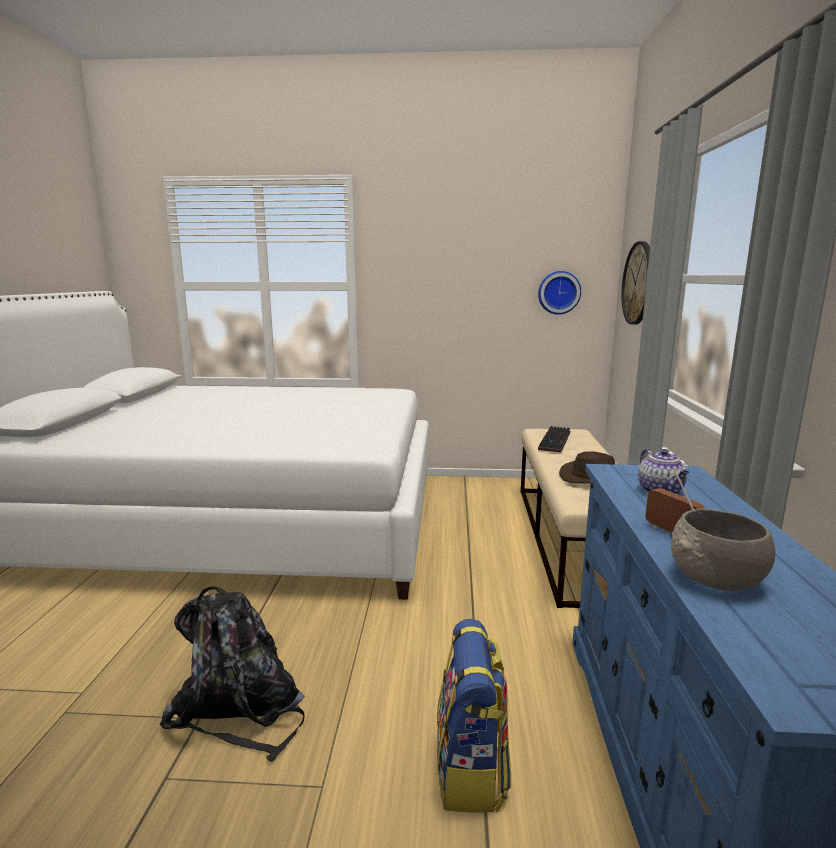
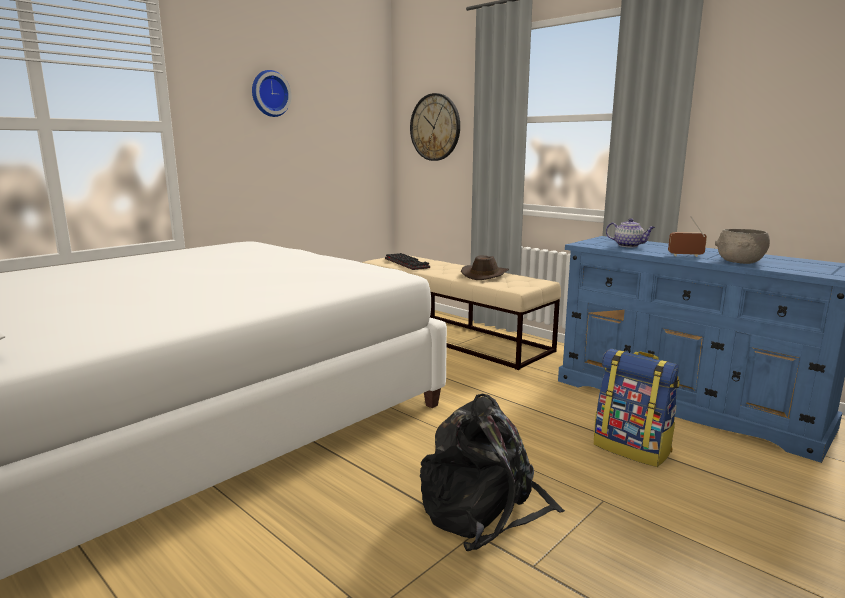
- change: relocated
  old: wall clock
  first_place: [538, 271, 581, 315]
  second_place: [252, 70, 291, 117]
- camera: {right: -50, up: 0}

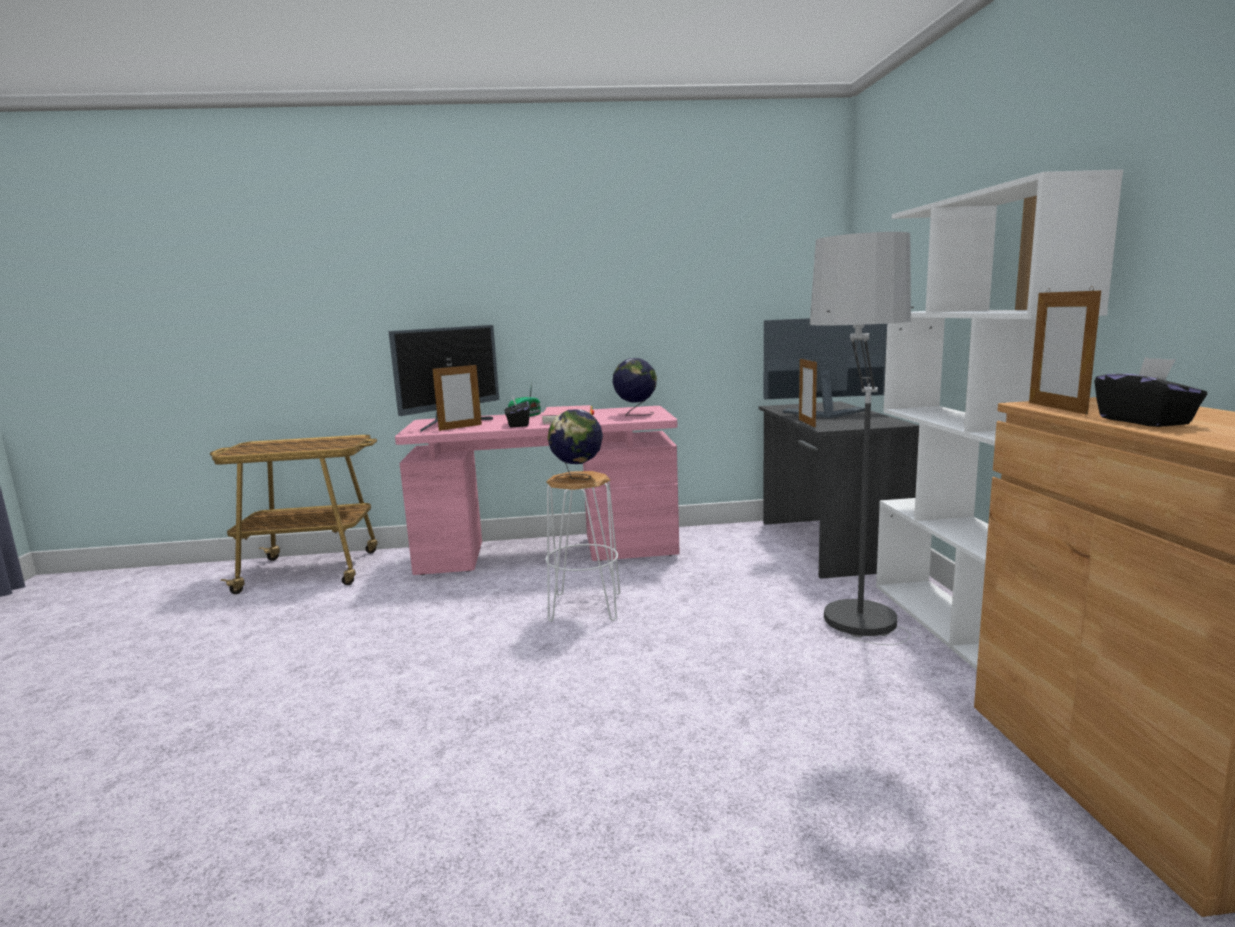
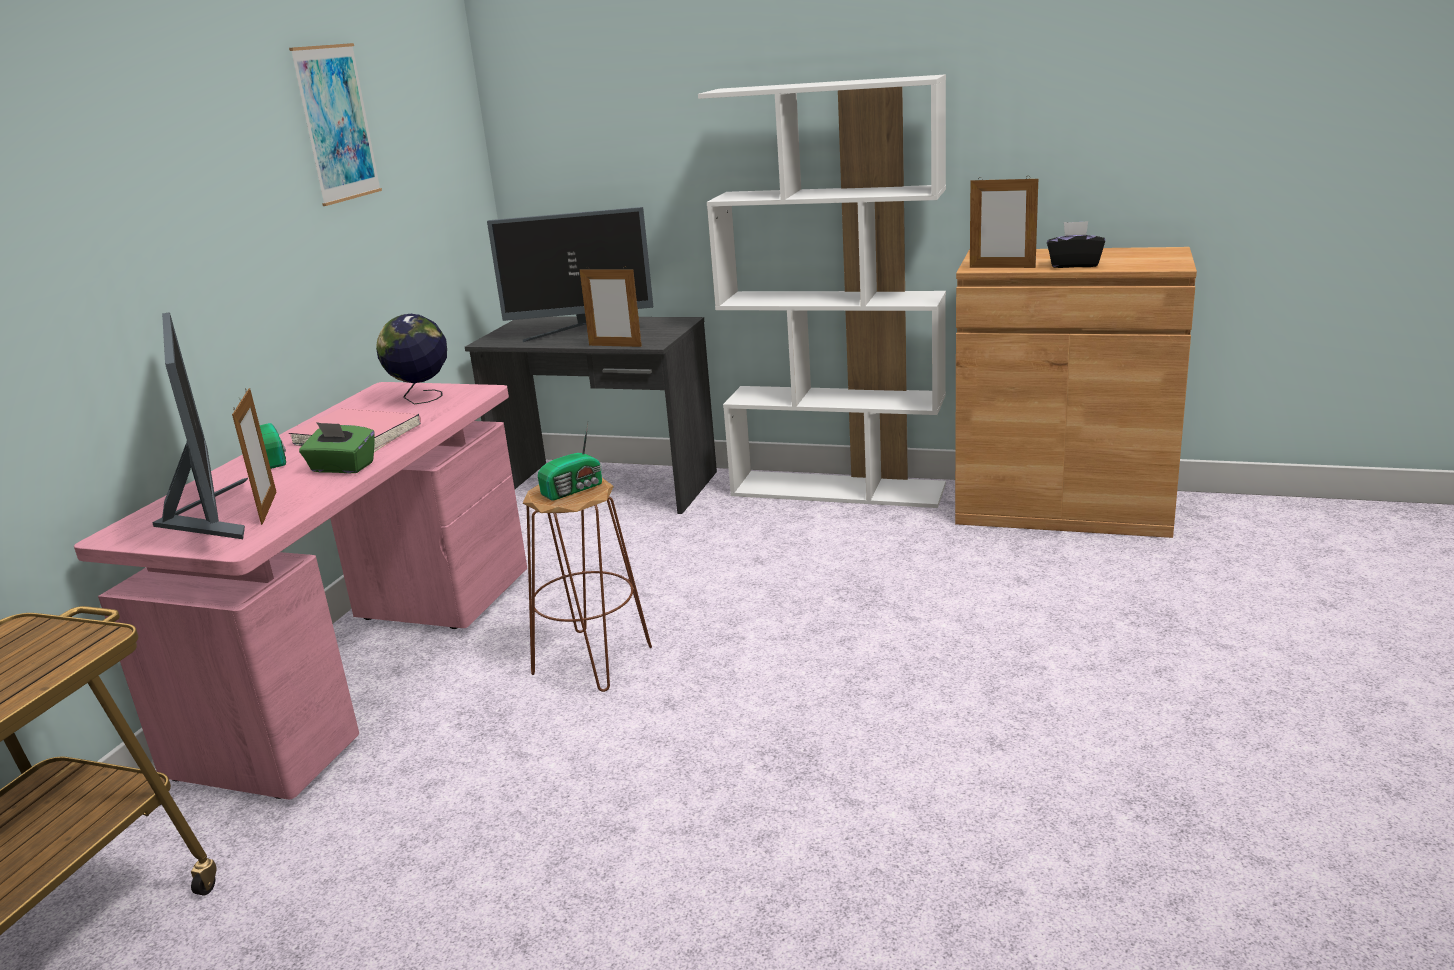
- change: appeared
  new: wall art
  second_place: [289, 43, 382, 206]
- change: colour
  old: black tissue holder
  new: green-coloured tissue holder
  first_place: [504, 396, 530, 427]
  second_place: [299, 422, 375, 473]
- change: spun
  old: computer screen
  first_place: [764, 318, 887, 418]
  second_place: [487, 207, 653, 342]
  degrees: -120
- change: colour
  old: white-coloured sitting stool
  new: brown-coloured sitting stool
  first_place: [545, 471, 620, 622]
  second_place: [523, 478, 652, 692]
- change: exchanged
  old: world globe
  new: radio
  first_place: [547, 409, 603, 480]
  second_place: [538, 423, 602, 501]
- change: missing
  old: standard lamp
  first_place: [810, 232, 914, 645]
- camera: {right: -65, up: 10}

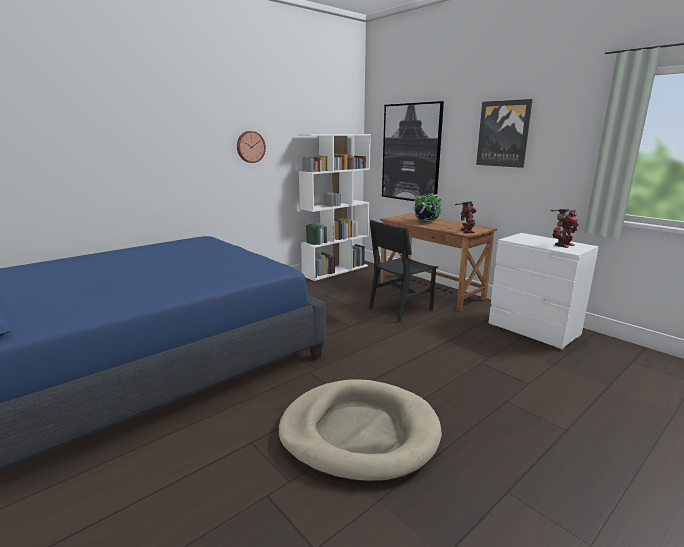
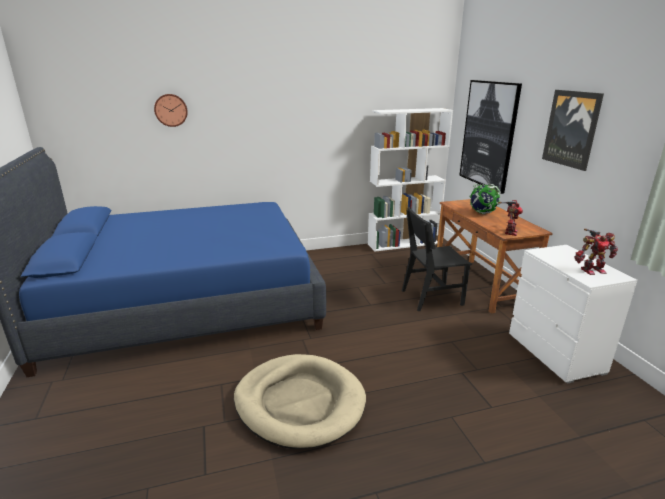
- change: relocated
  old: wall clock
  first_place: [237, 131, 266, 163]
  second_place: [154, 94, 188, 127]
- camera: {right: 25, up: 5}

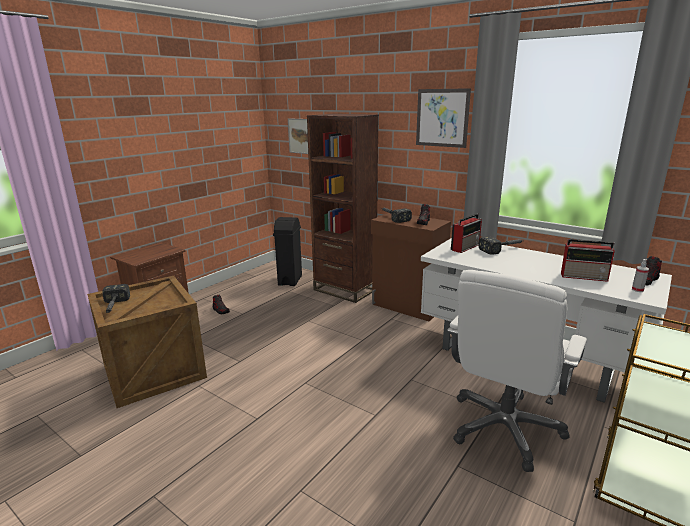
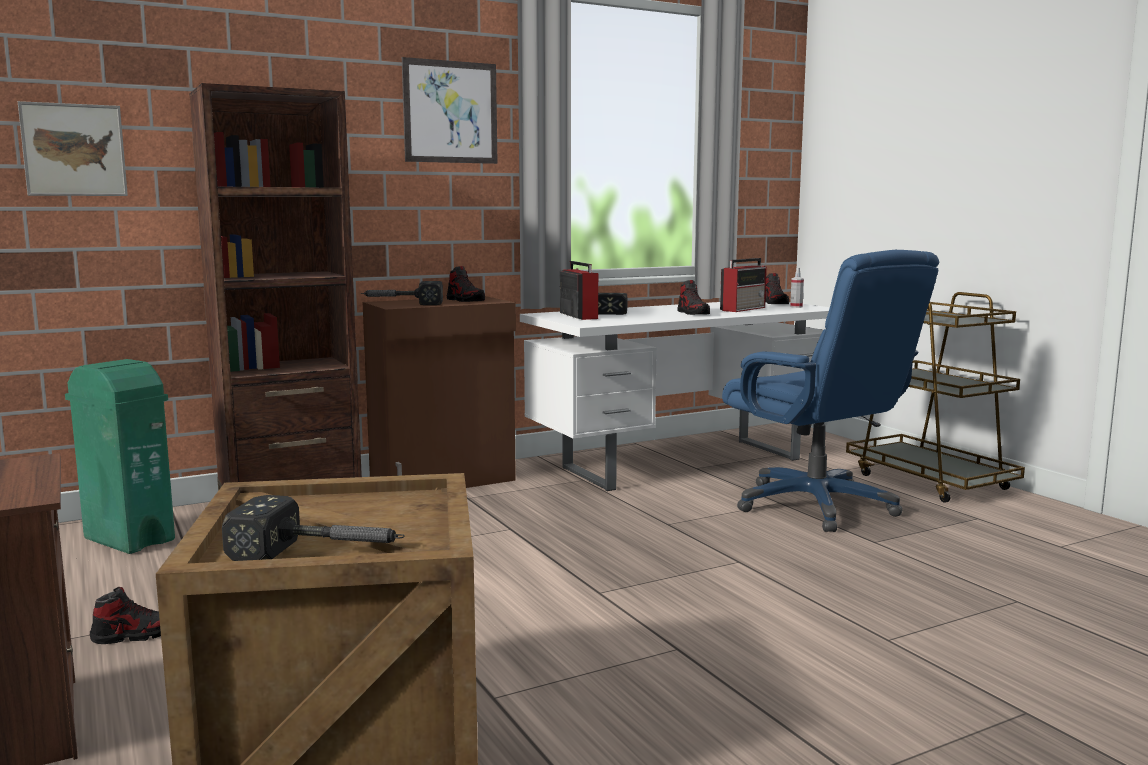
- change: colour
  old: black trash can
  new: green-coloured trash can
  first_place: [273, 217, 302, 286]
  second_place: [65, 359, 175, 554]
- change: appeared
  new: low shoe
  second_place: [677, 280, 710, 315]
- change: colour
  old: white-coloured desk chair
  new: blue desk chair
  first_place: [447, 270, 587, 472]
  second_place: [722, 250, 939, 532]
- camera: {right: -65, up: -10}

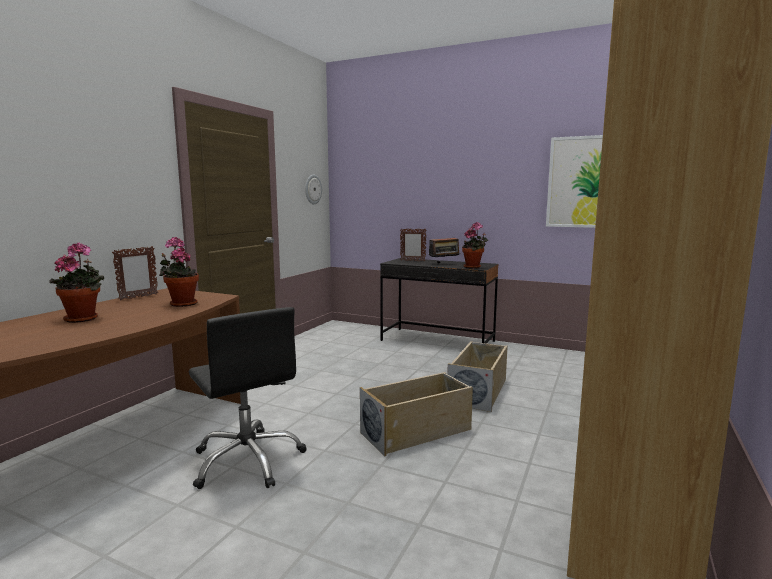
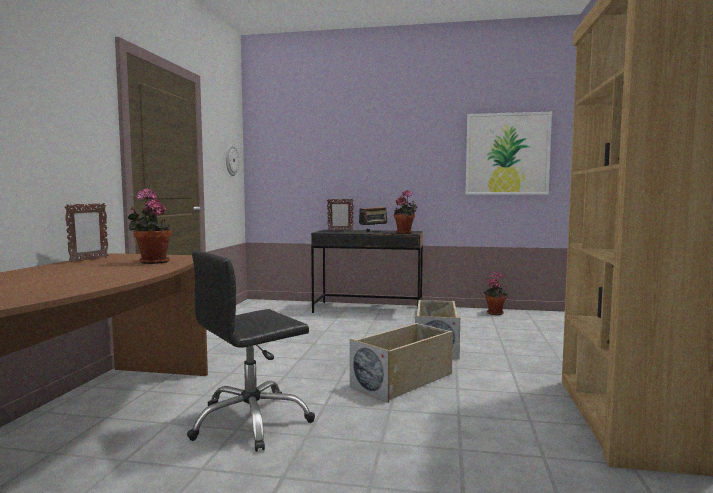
- change: spun
  old: black desk chair
  first_place: [189, 307, 307, 489]
  second_place: [187, 251, 315, 452]
  degrees: 105
- change: relocated
  old: plant in a pot
  first_place: [49, 242, 104, 323]
  second_place: [484, 271, 509, 315]
- camera: {right: -15, up: -5}

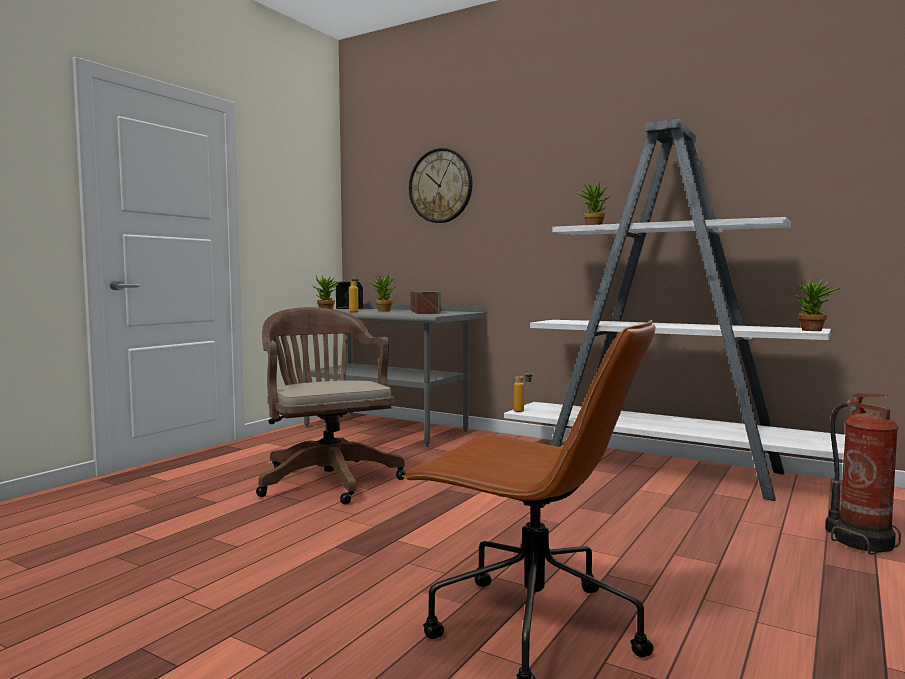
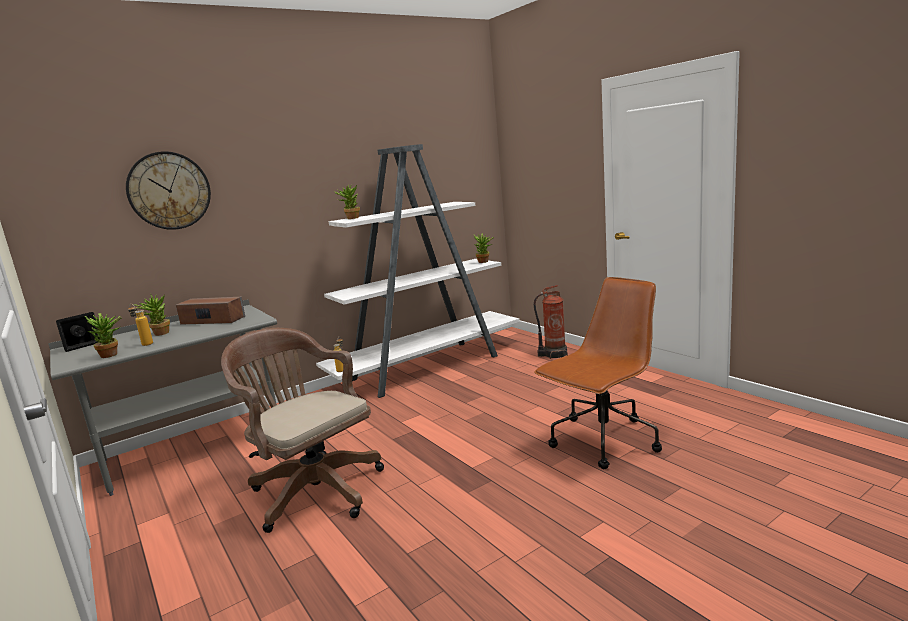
- change: spun
  old: brown-coloured desk chair
  first_place: [256, 307, 406, 505]
  second_place: [221, 328, 384, 533]
  degrees: 45
- camera: {right: -65, up: 10}

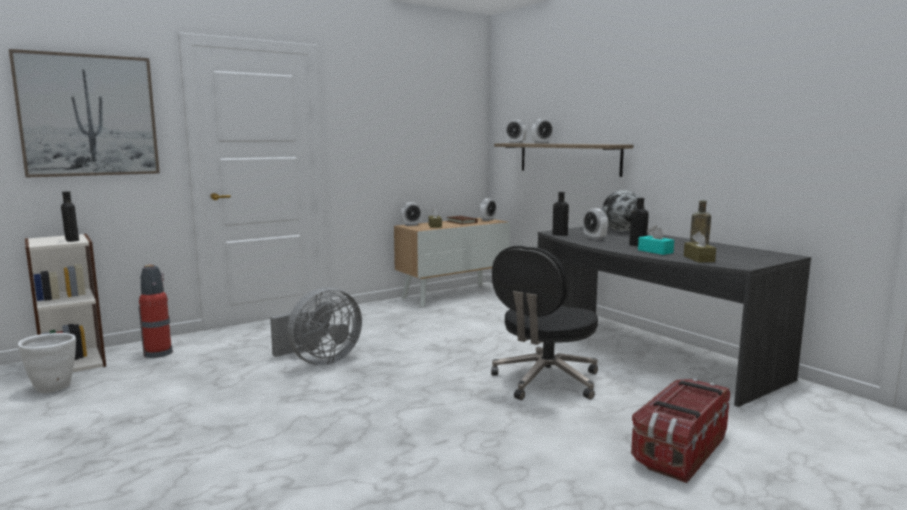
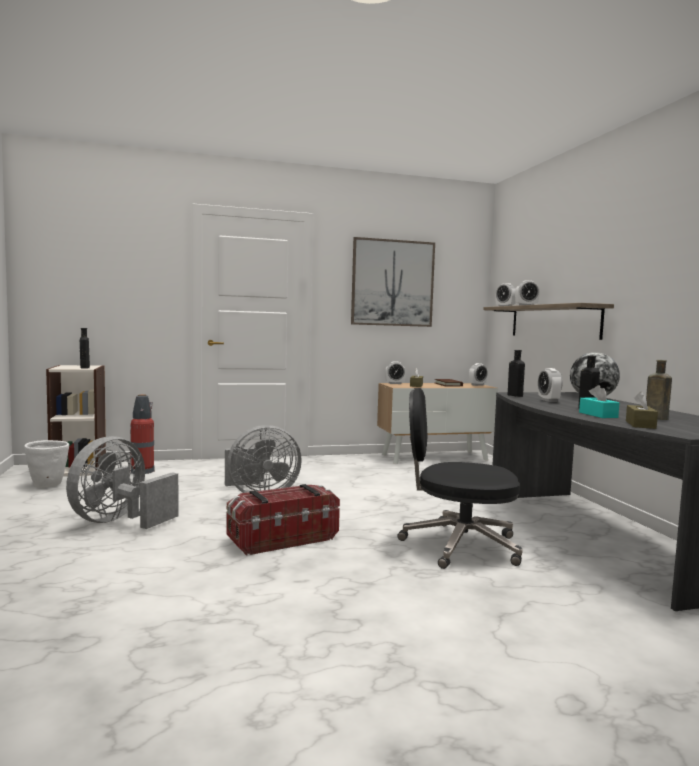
- change: appeared
  new: gray electric fan
  second_place: [66, 436, 178, 529]
- change: relocated
  old: storage box
  first_place: [631, 378, 730, 483]
  second_place: [226, 484, 340, 556]
- change: relocated
  old: wall art
  first_place: [9, 49, 160, 178]
  second_place: [351, 237, 435, 327]
- change: spun
  old: black desk chair
  first_place: [491, 246, 598, 400]
  second_place: [397, 388, 523, 569]
  degrees: 45
- camera: {right: 20, up: -5}

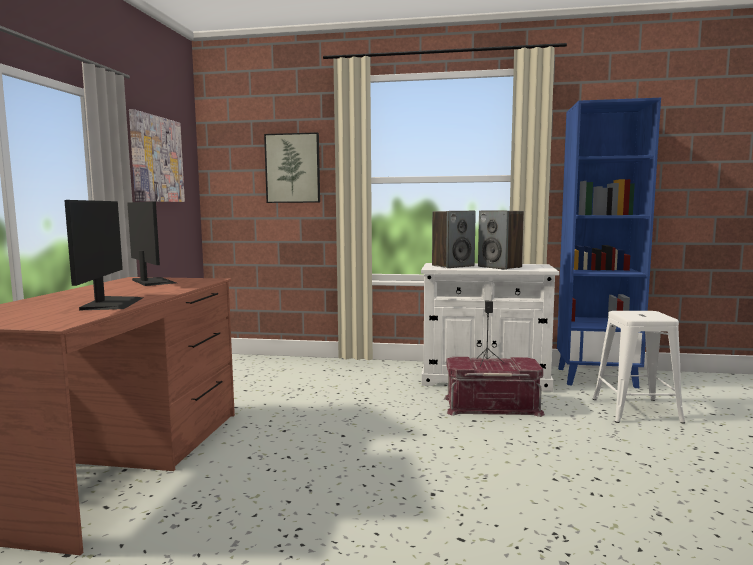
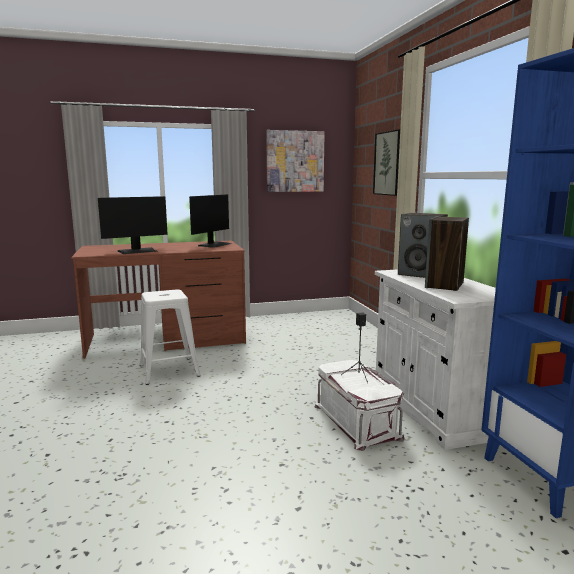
- change: relocated
  old: white-coloured sitting stool
  first_place: [592, 311, 685, 424]
  second_place: [140, 289, 200, 385]
- change: colour
  old: red storage box
  new: white-coloured storage box
  first_place: [444, 357, 545, 417]
  second_place: [314, 360, 405, 451]
- camera: {right: 65, up: 5}

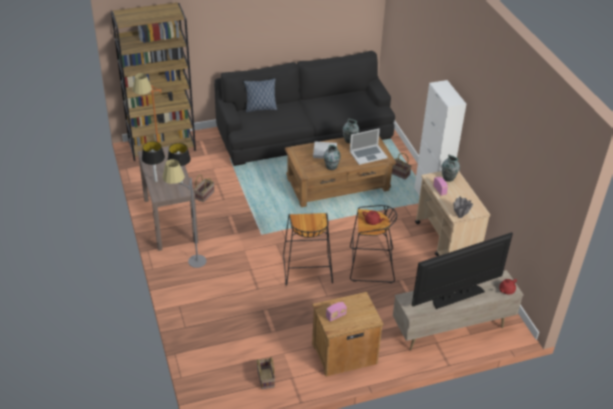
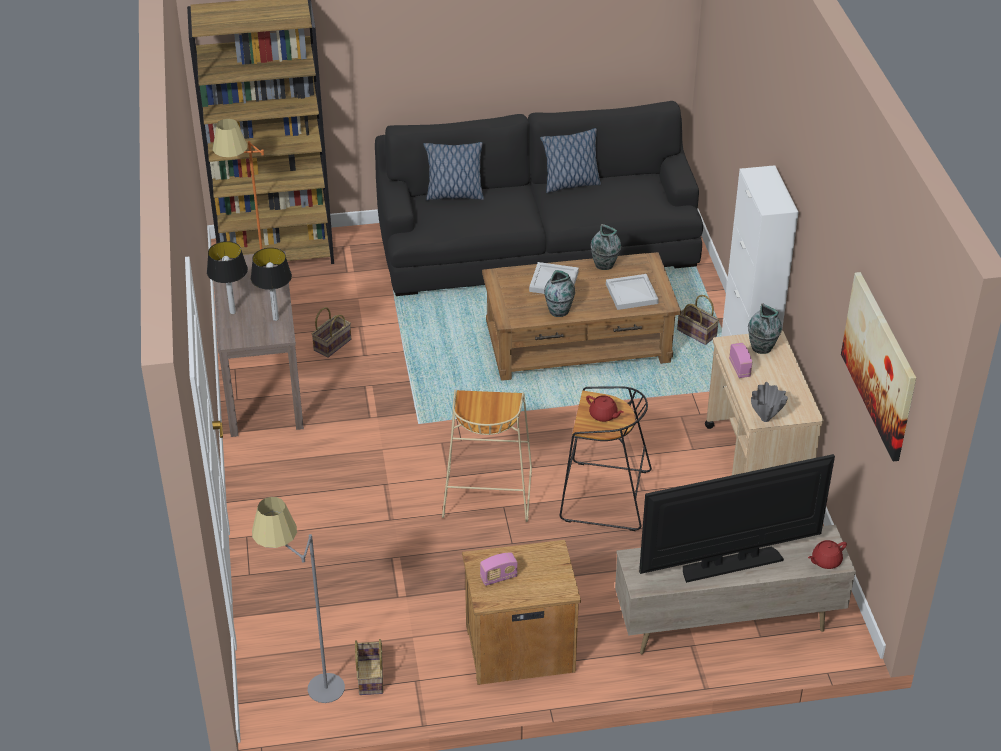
- change: relocated
  old: gray standard lamp
  first_place: [162, 159, 207, 268]
  second_place: [252, 497, 345, 703]
- change: colour
  old: black sitting stool
  new: beige-coloured sitting stool
  first_place: [283, 213, 333, 285]
  second_place: [442, 389, 532, 522]
- change: appeared
  new: cushion
  second_place: [540, 128, 601, 193]
- change: exchanged
  old: laptop
  new: white-coloured serving tray
  first_place: [350, 128, 388, 165]
  second_place: [606, 274, 659, 310]
- change: appeared
  new: wall art
  second_place: [841, 272, 916, 461]
- camera: {right: 10, up: 0}

